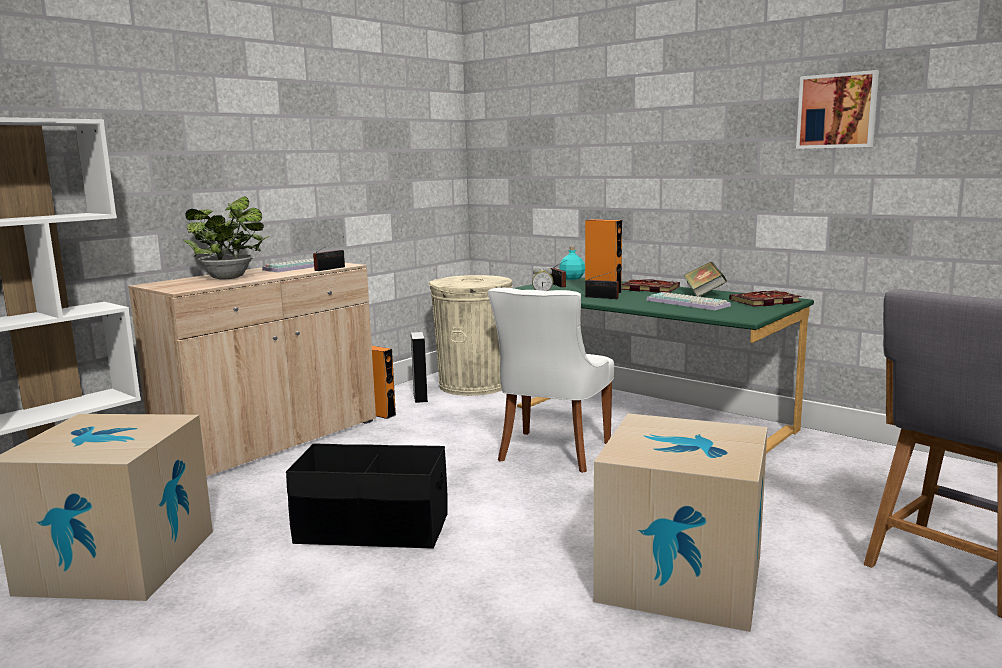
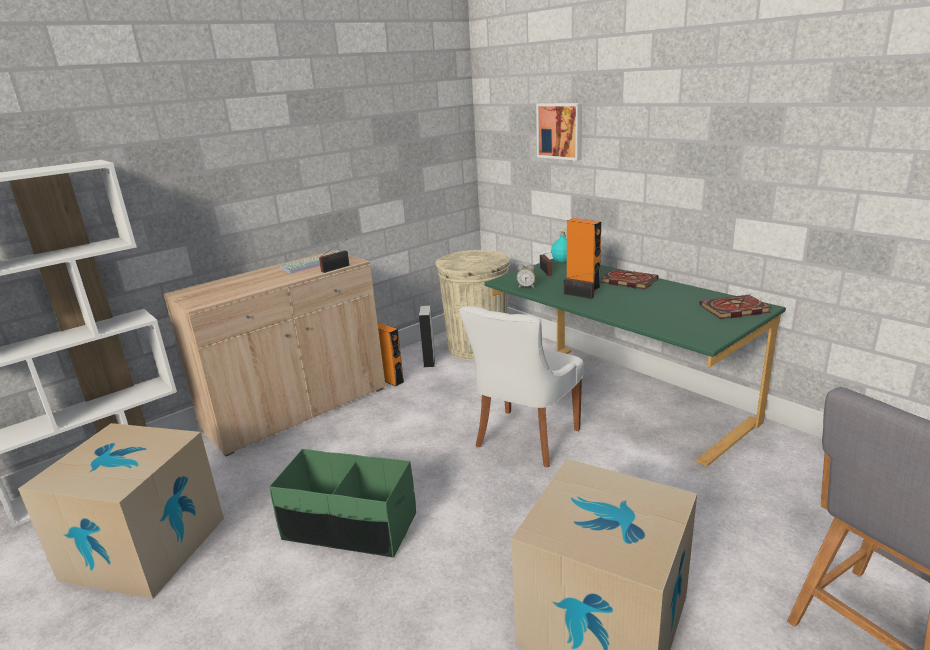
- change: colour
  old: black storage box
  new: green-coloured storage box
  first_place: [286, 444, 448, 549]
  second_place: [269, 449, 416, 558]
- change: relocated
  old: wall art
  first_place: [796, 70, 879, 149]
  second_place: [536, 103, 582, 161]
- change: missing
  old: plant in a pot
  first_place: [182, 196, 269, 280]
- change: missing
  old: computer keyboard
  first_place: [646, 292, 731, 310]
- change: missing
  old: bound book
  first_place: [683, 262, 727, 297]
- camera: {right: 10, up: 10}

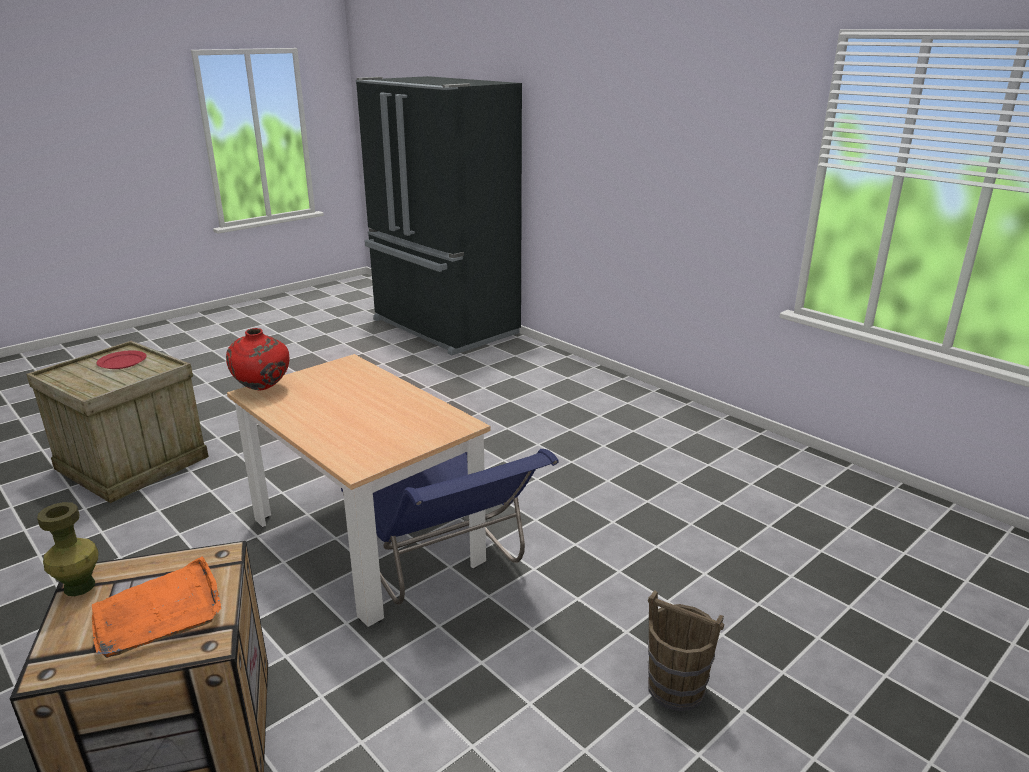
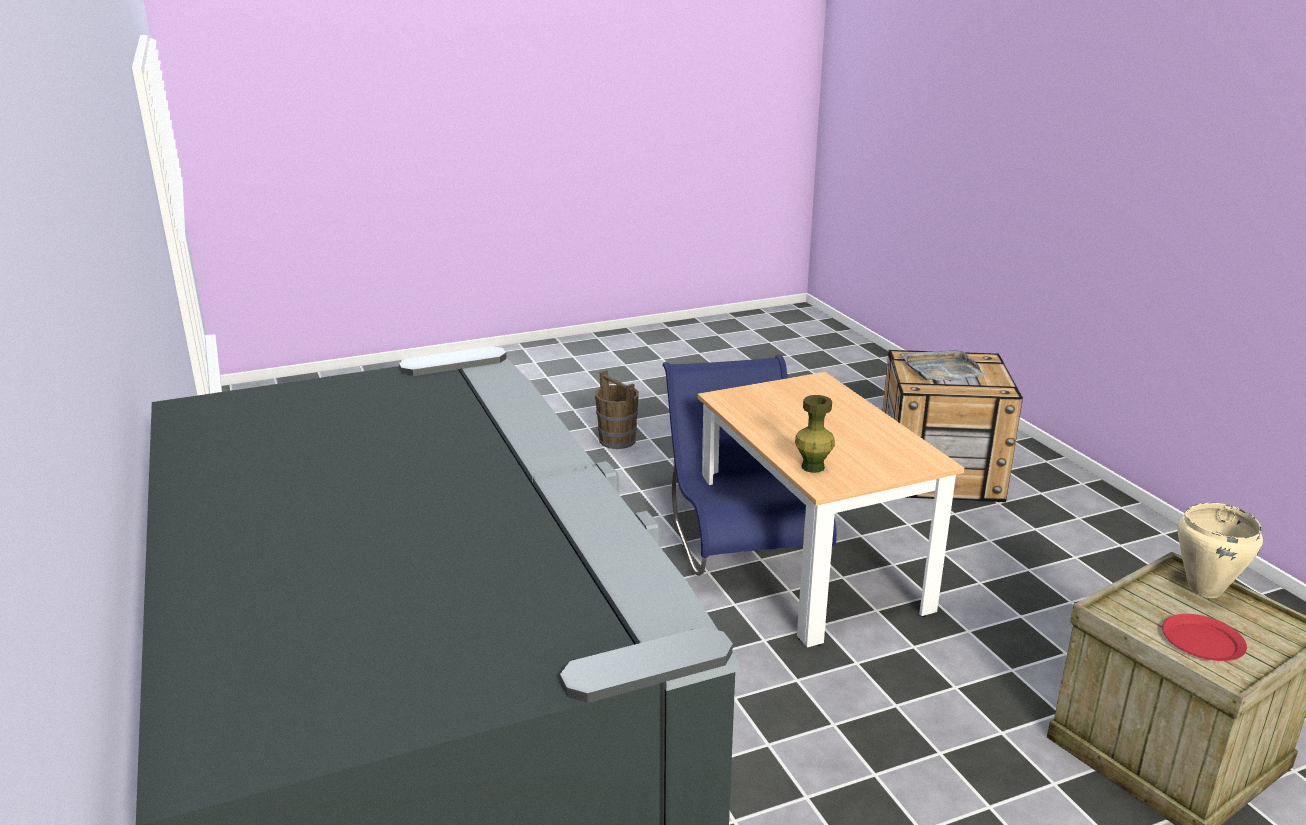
- change: relocated
  old: green-coloured flower vase
  first_place: [37, 502, 98, 596]
  second_place: [795, 395, 835, 473]
- change: colour
  old: orange-coloured serving tray
  new: gray serving tray
  first_place: [92, 556, 221, 658]
  second_place: [902, 350, 985, 380]
- change: appeared
  new: beige-coloured saucepot
  second_place: [1177, 503, 1263, 598]
- change: missing
  old: red flower vase
  first_place: [226, 328, 290, 390]
- camera: {right: -160, up: 0}

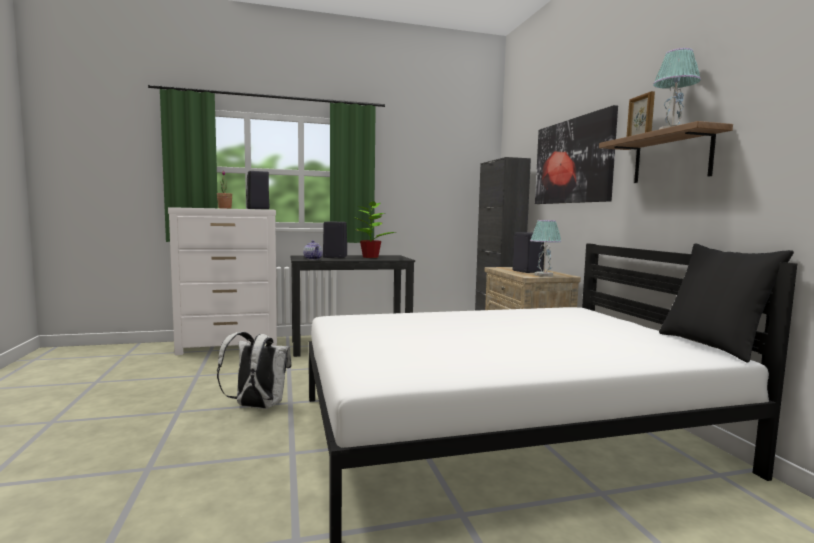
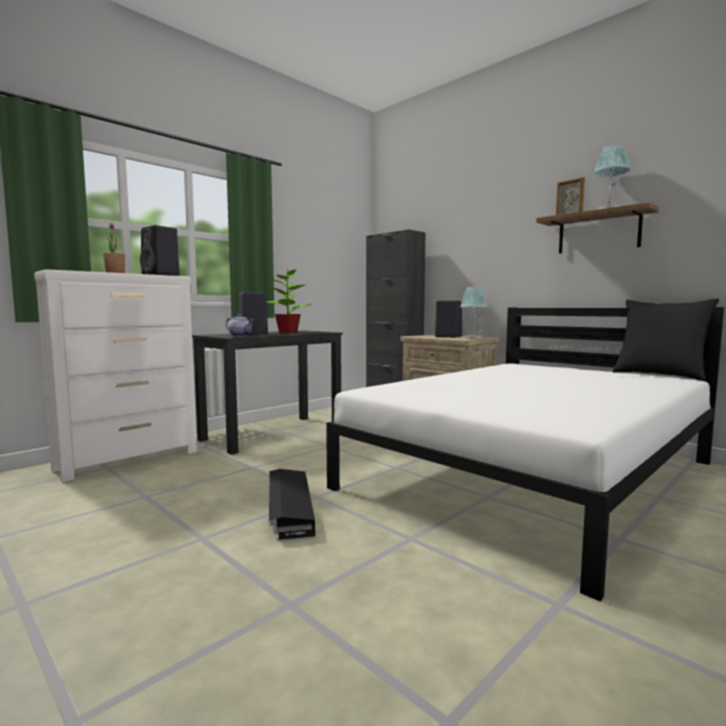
- change: exchanged
  old: white-coloured rucksack
  new: black storage box
  first_place: [217, 332, 292, 409]
  second_place: [269, 469, 316, 540]
- change: missing
  old: wall art
  first_place: [535, 105, 618, 204]
- camera: {right: -30, up: 0}

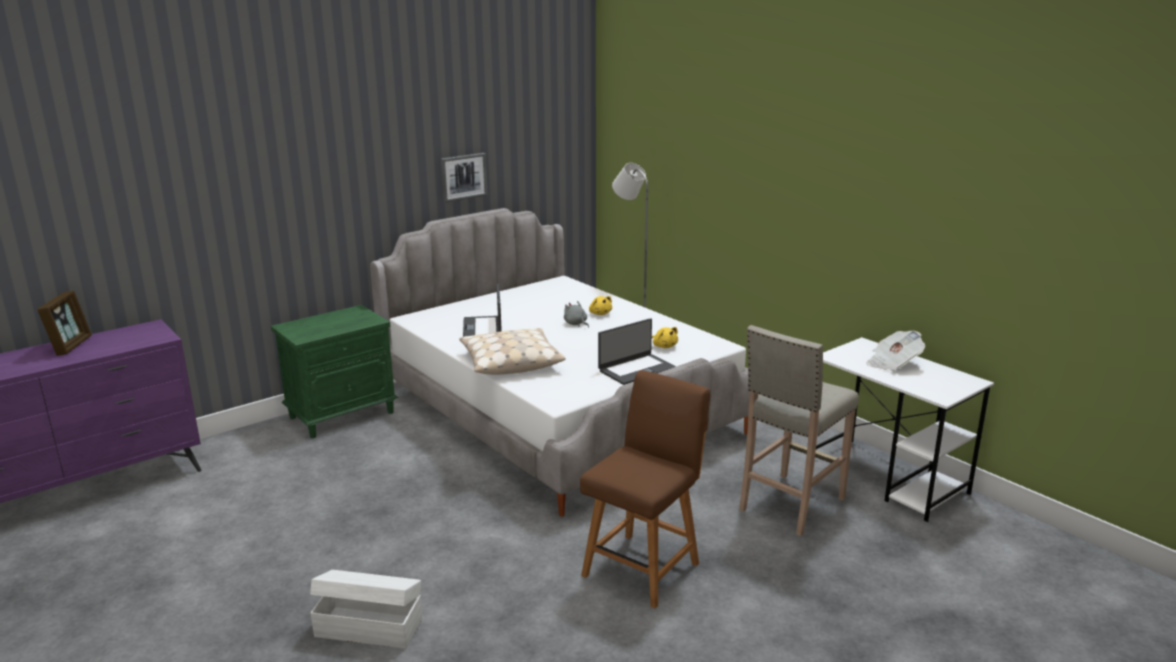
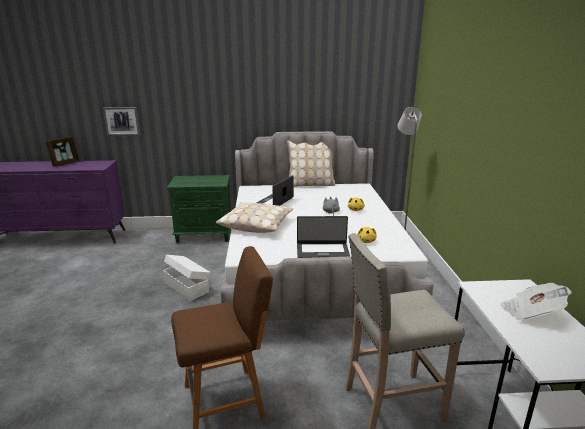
- change: relocated
  old: wall art
  first_place: [441, 153, 488, 203]
  second_place: [103, 107, 140, 136]
- change: relocated
  old: white-coloured storage box
  first_place: [310, 570, 422, 649]
  second_place: [163, 255, 210, 301]
- change: appeared
  new: beige-coloured cushion
  second_place: [287, 140, 335, 187]
- camera: {right: 35, up: 0}

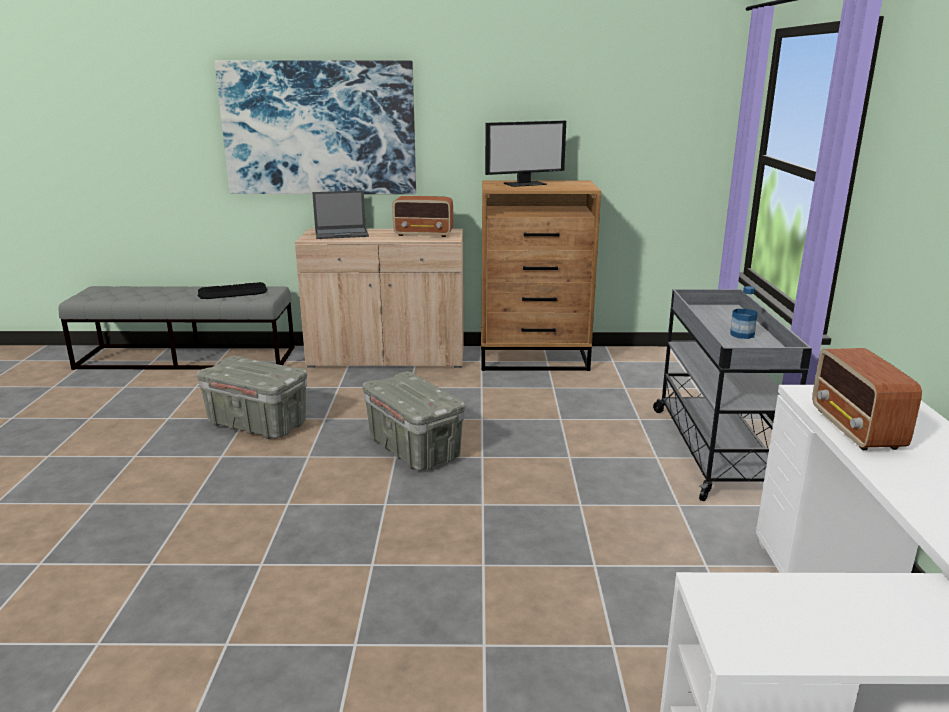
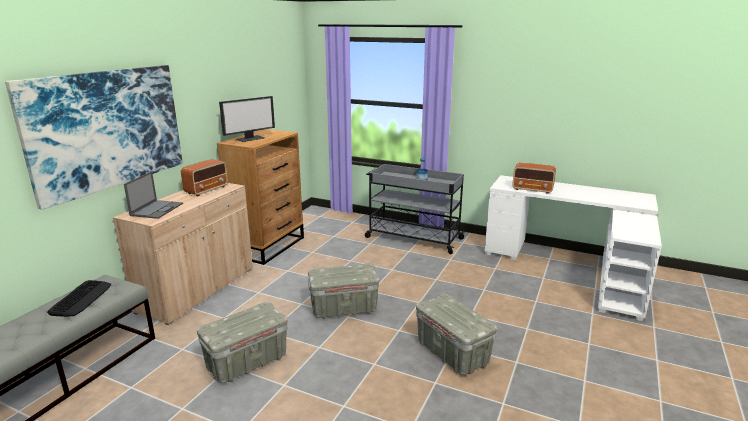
- change: spun
  old: computer screen
  first_place: [485, 121, 566, 187]
  second_place: [219, 96, 275, 142]
  degrees: 45
- change: appeared
  new: gray storage box
  second_place: [416, 294, 497, 375]
- camera: {right: -65, up: 0}

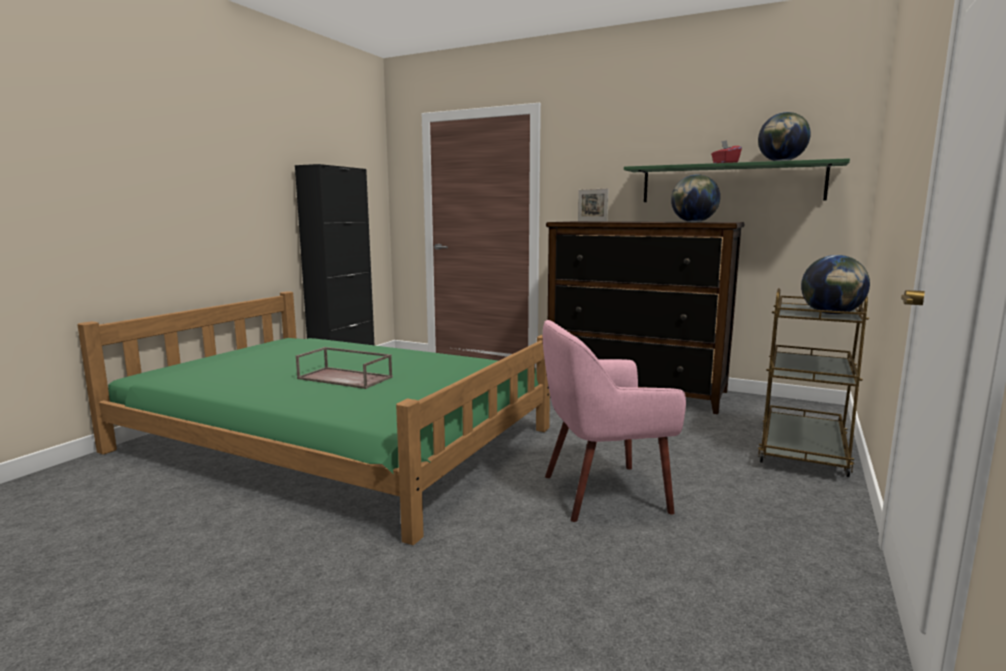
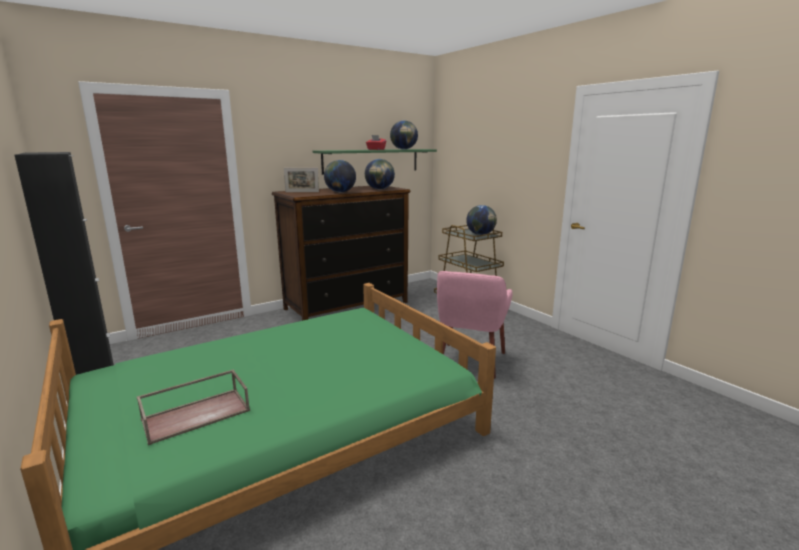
- change: relocated
  old: brown-coloured serving tray
  first_place: [296, 347, 393, 389]
  second_place: [137, 369, 250, 445]
- change: appeared
  new: world globe
  second_place: [324, 160, 356, 192]
- camera: {right: -60, up: 5}

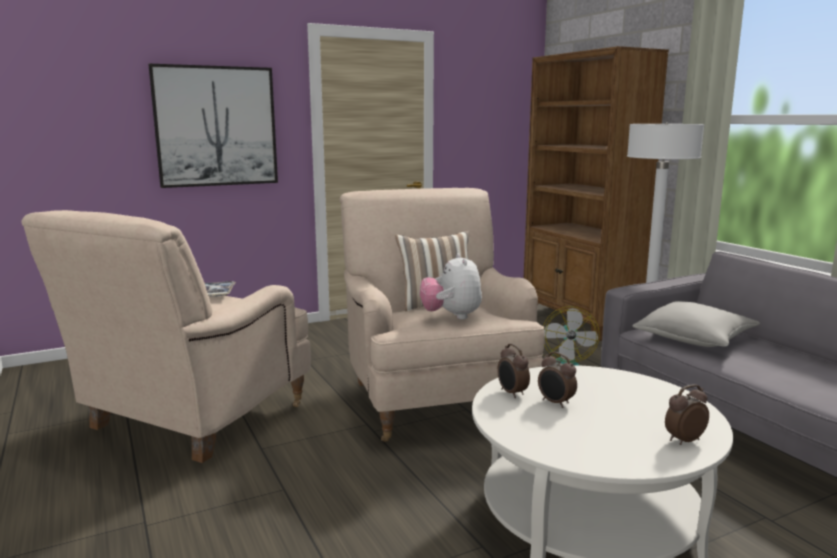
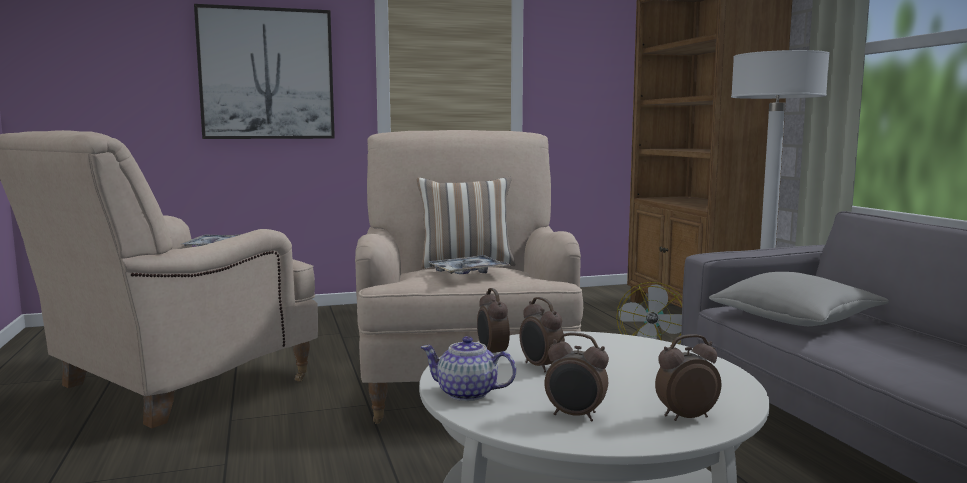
- change: appeared
  new: tea pot
  second_place: [420, 336, 516, 401]
- change: exchanged
  old: soft toy
  new: serving tray
  first_place: [420, 253, 482, 319]
  second_place: [427, 255, 510, 274]
- change: appeared
  new: alarm clock
  second_place: [544, 332, 609, 421]
- camera: {right: 10, up: -5}

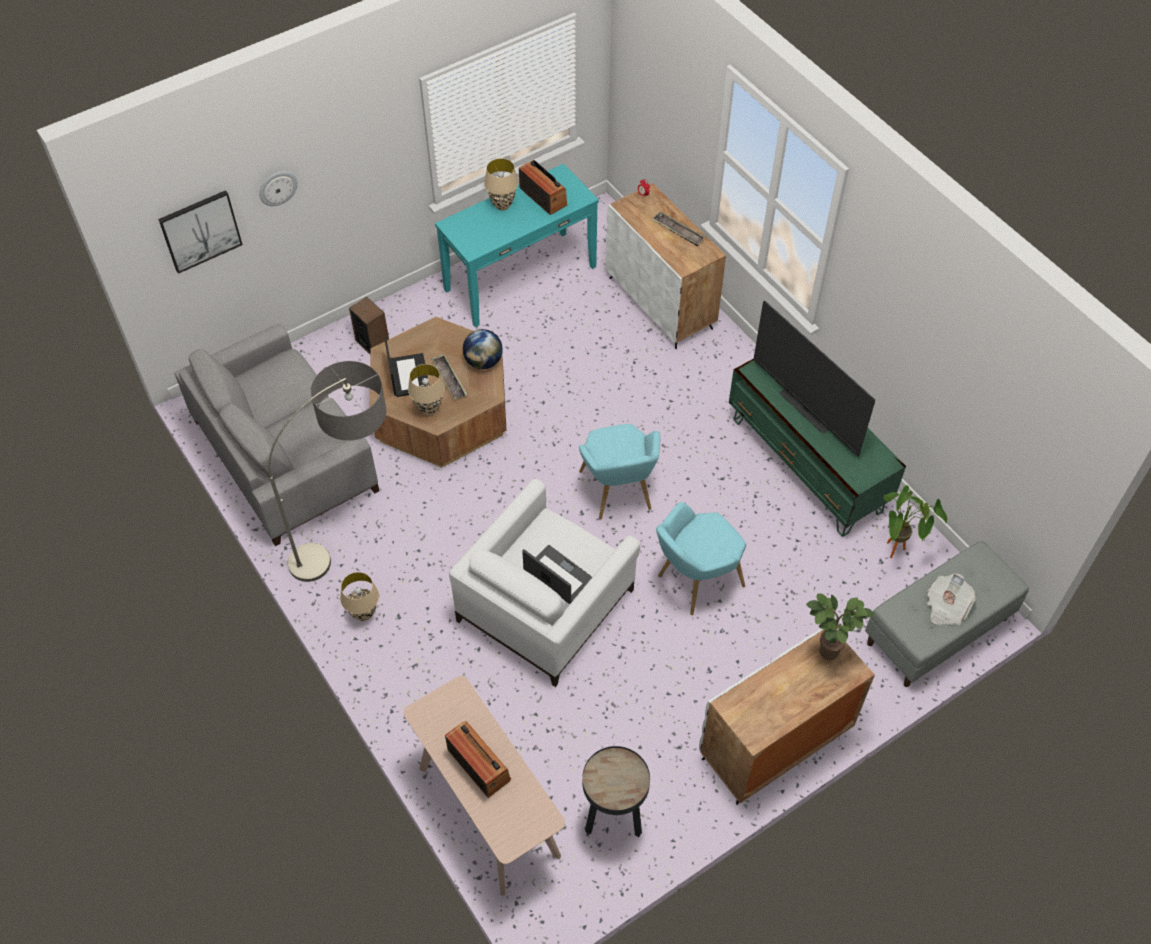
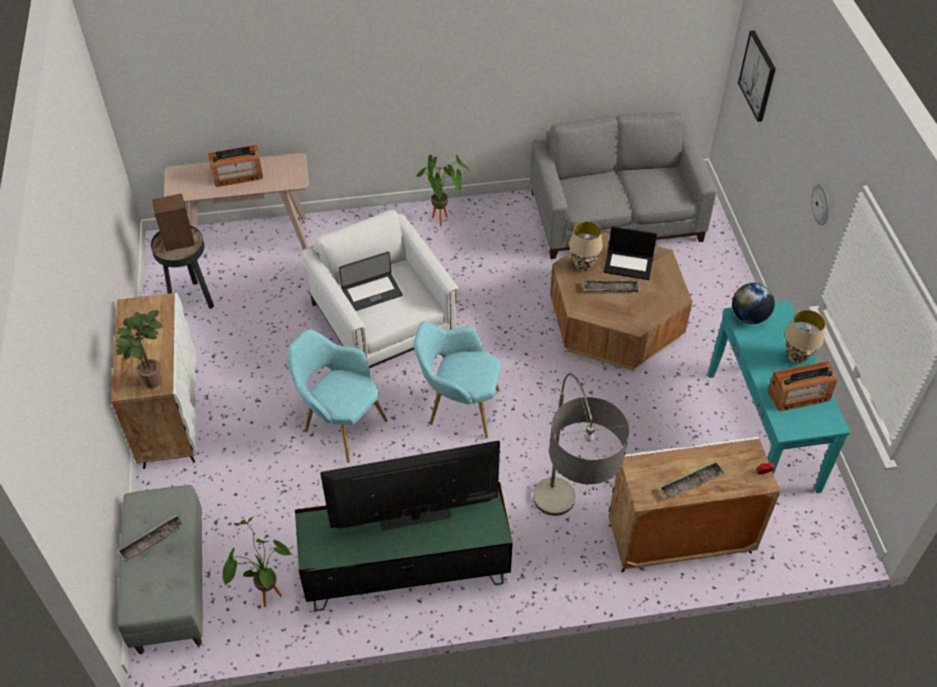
- change: exchanged
  old: newspaper
  new: serving tray
  first_place: [927, 573, 975, 625]
  second_place: [117, 514, 184, 562]
- change: relocated
  old: loudspeaker
  first_place: [349, 297, 389, 354]
  second_place: [152, 193, 195, 251]
- change: spun
  old: turquoise-coloured lounge chair
  first_place: [656, 502, 746, 615]
  second_place: [287, 329, 388, 463]
  degrees: -45
- change: exchanged
  old: beige-coloured tabletop lamp
  new: plant in a pot
  first_place: [340, 572, 379, 621]
  second_place: [416, 154, 469, 226]
- change: relocated
  old: standard lamp
  first_place: [268, 361, 386, 582]
  second_place: [533, 373, 629, 516]
- change: relocated
  old: world globe
  first_place: [463, 329, 503, 369]
  second_place: [732, 283, 775, 324]
- change: relocated
  old: wall clock
  first_place: [259, 171, 298, 206]
  second_place: [811, 184, 829, 226]
- camera: {right: 115, up: -5}

